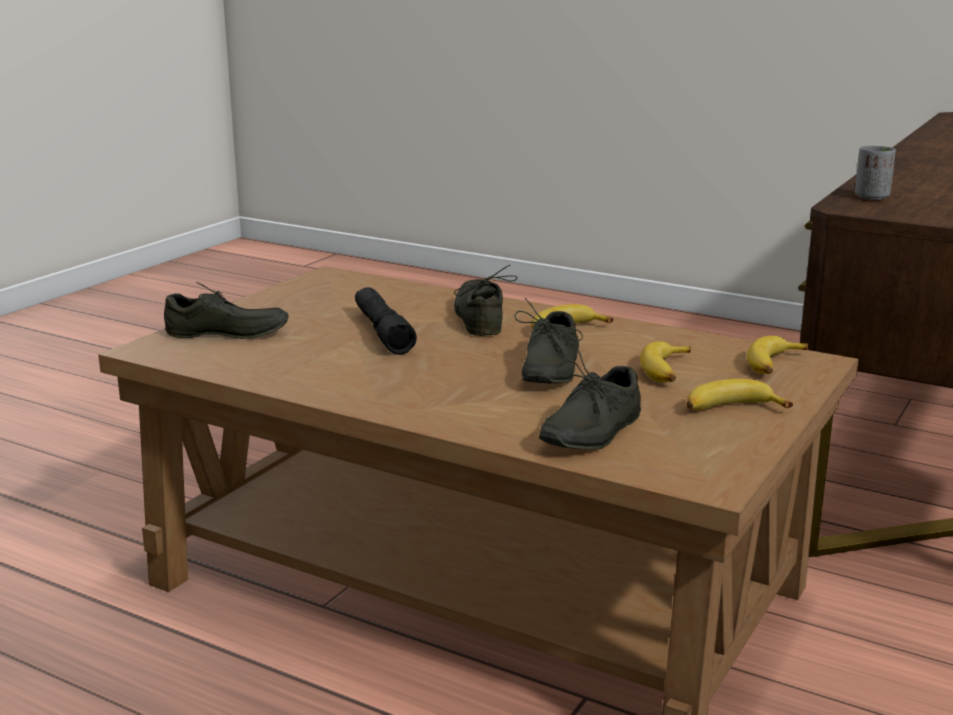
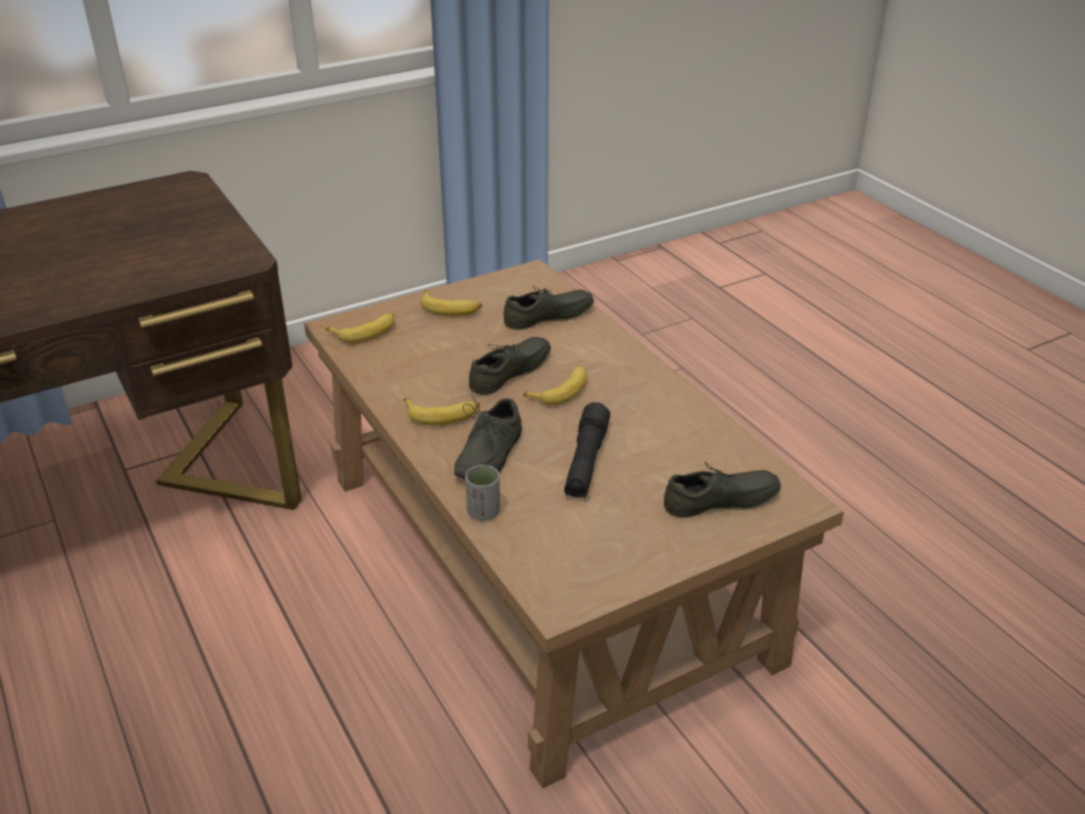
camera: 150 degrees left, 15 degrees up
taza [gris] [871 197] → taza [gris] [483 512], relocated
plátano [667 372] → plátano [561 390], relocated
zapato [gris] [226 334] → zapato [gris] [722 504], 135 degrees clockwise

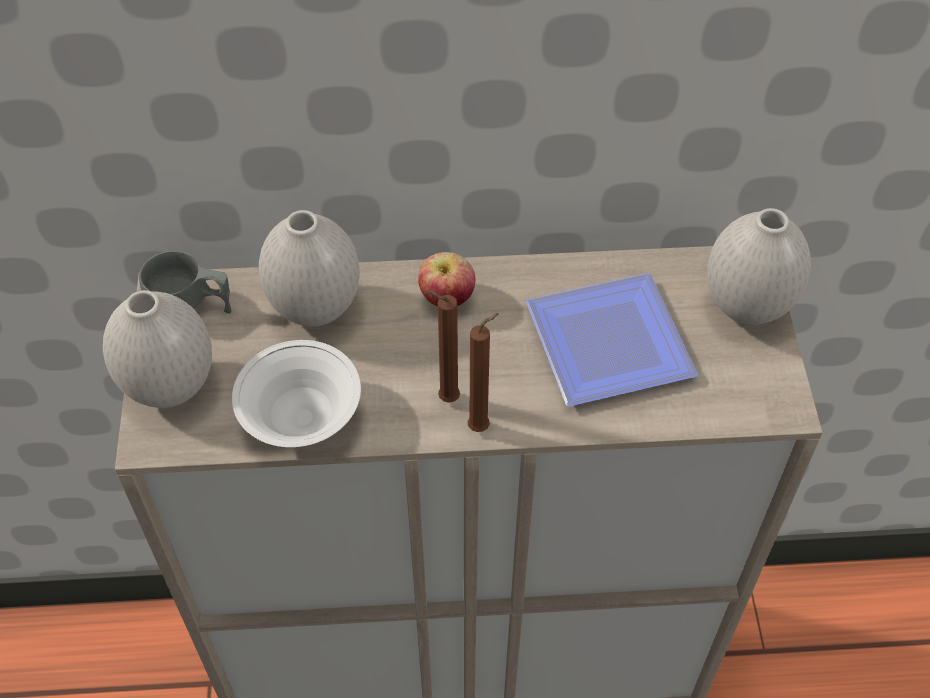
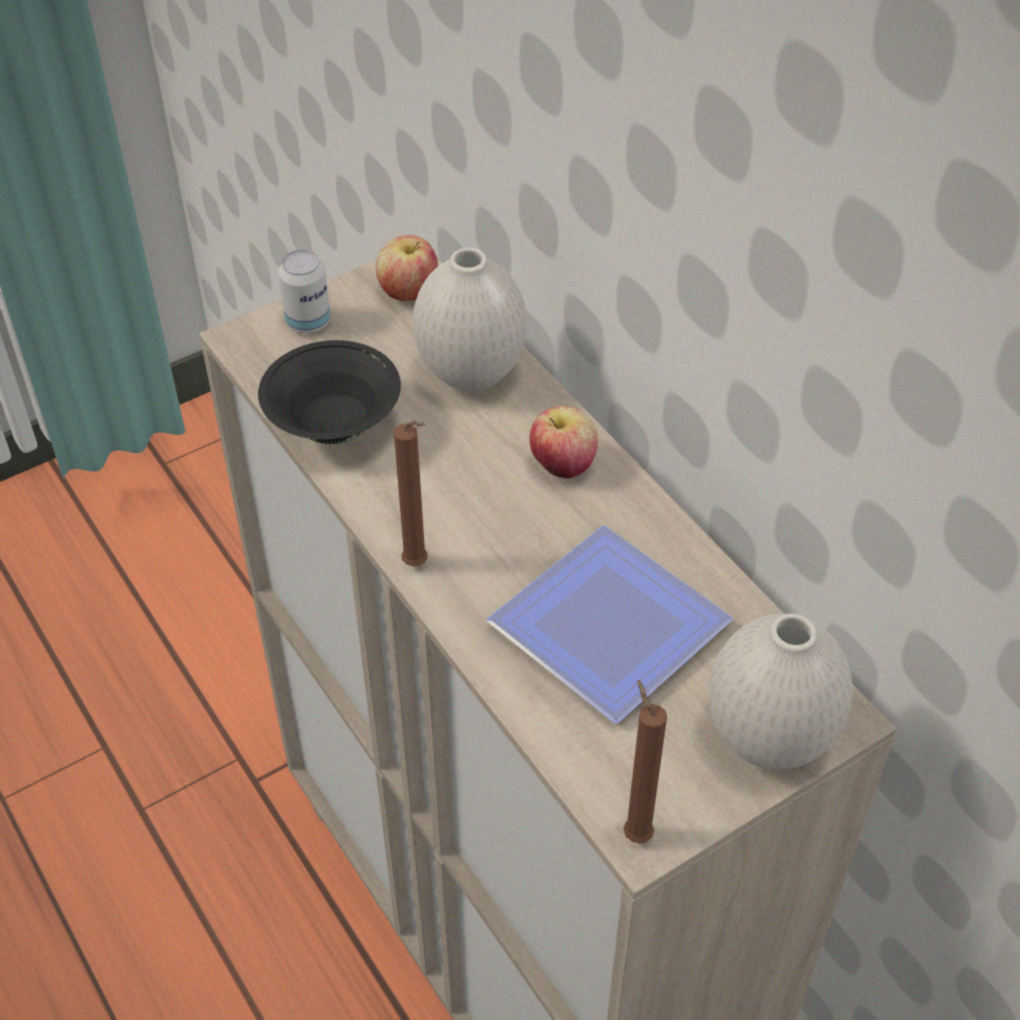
camera: 60 degrees right, 5 degrees down
cuenco [blanco] [302 418] → cuenco [negro] [334 427]
florero [blanco] [169 386] → lata [308 322]
taza [gris] [191 306] → manzana [408 292]
vela [marrón] [445 398] → vela [marrón] [635 832], relocated

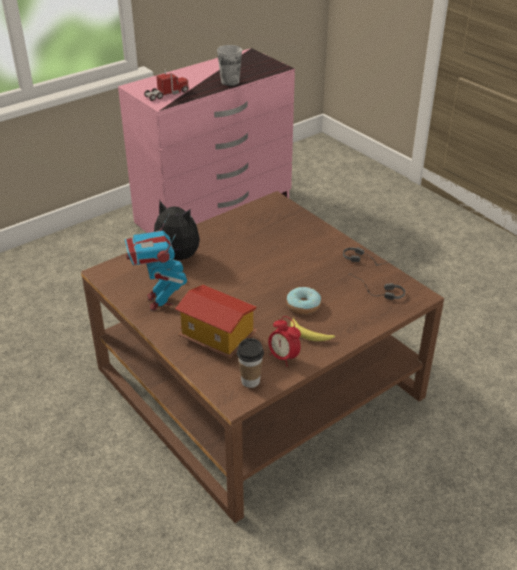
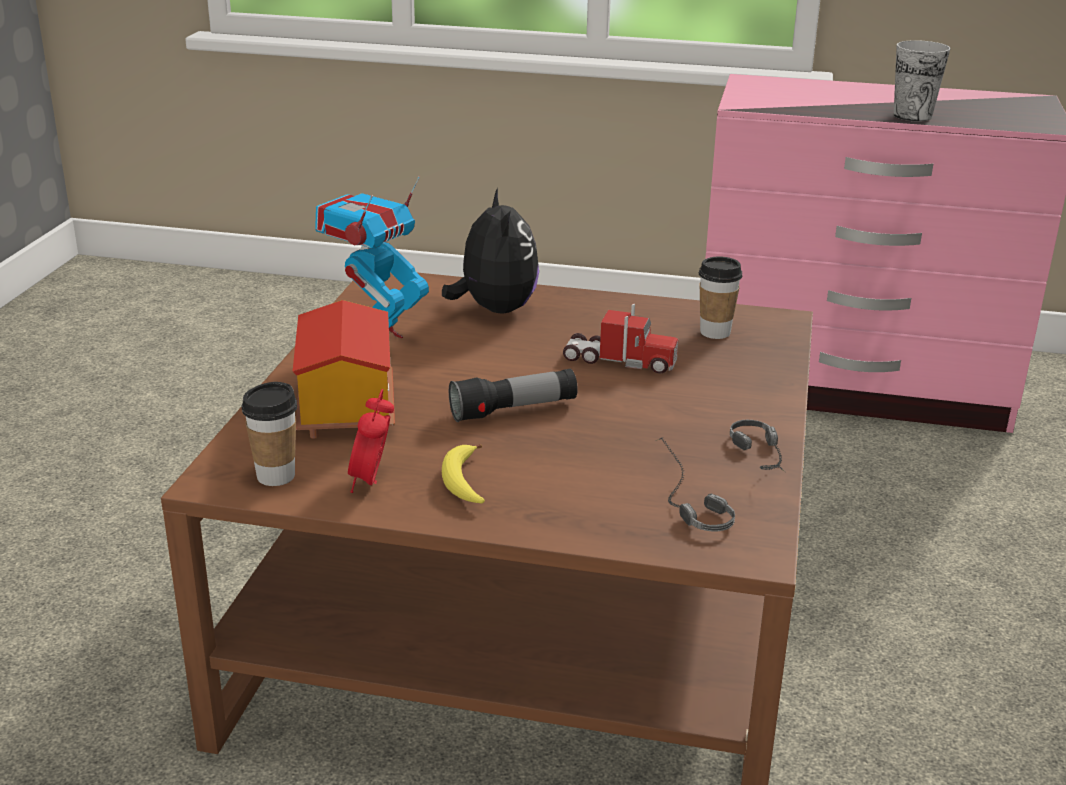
camera: 50 degrees right, 10 degrees down
- → linterna [513 410]
camión de juguete [167 94] → camión de juguete [619 361], relocated
- → taza [715 332]
rosquilla [303 306] → -

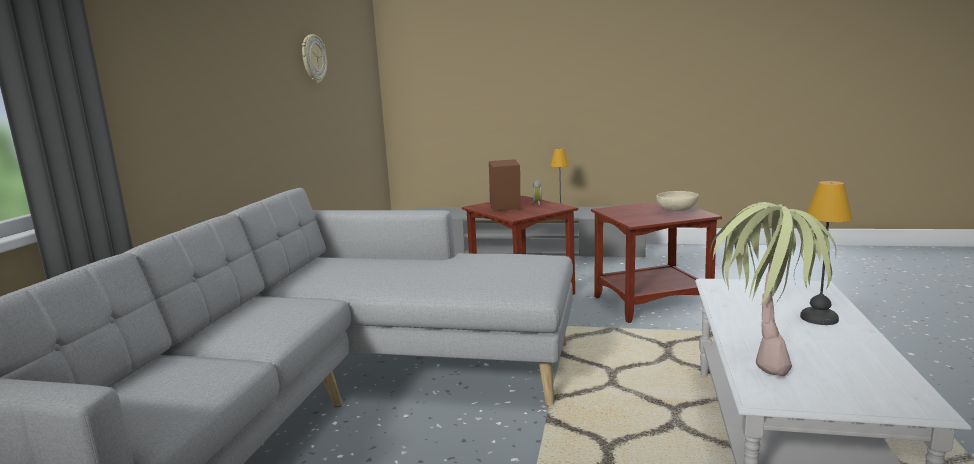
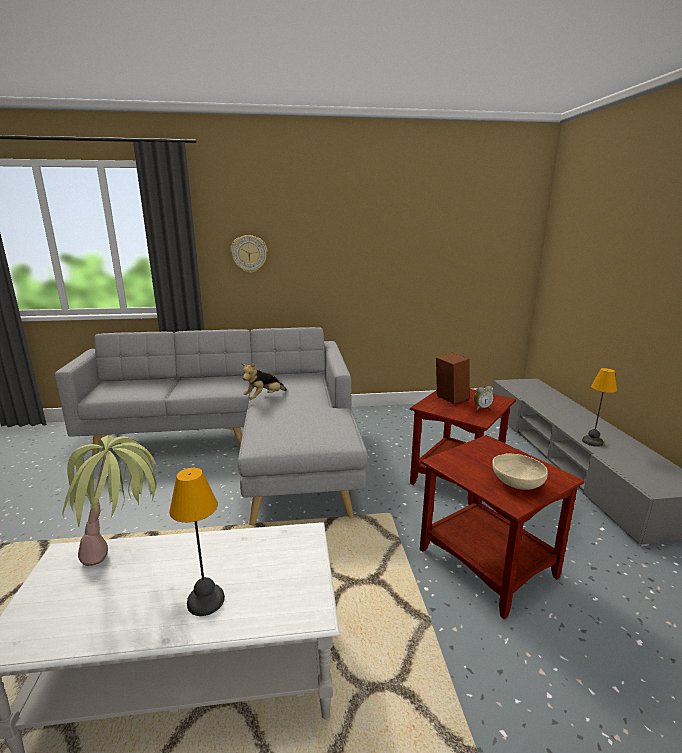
camera: 70 degrees right, 5 degrees up
reloj de pared [313 58] → reloj de pared [249 254], relocated
- → peluche [264 398]

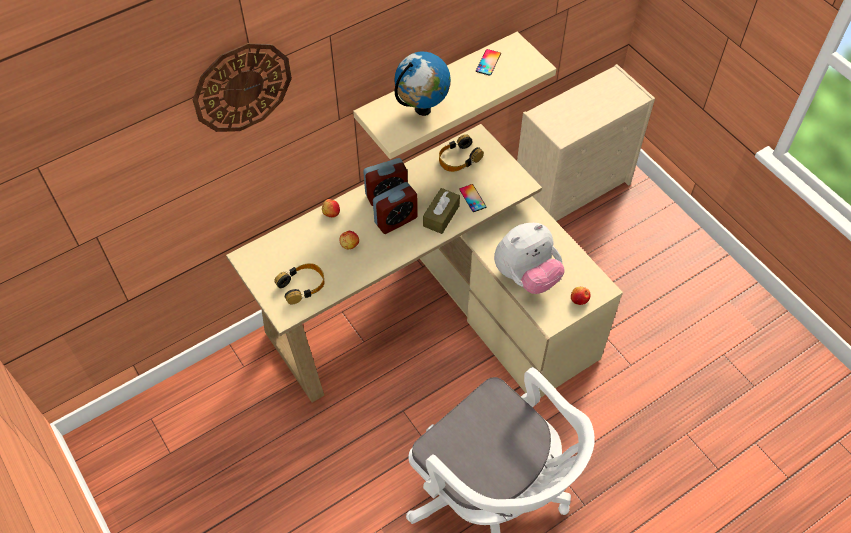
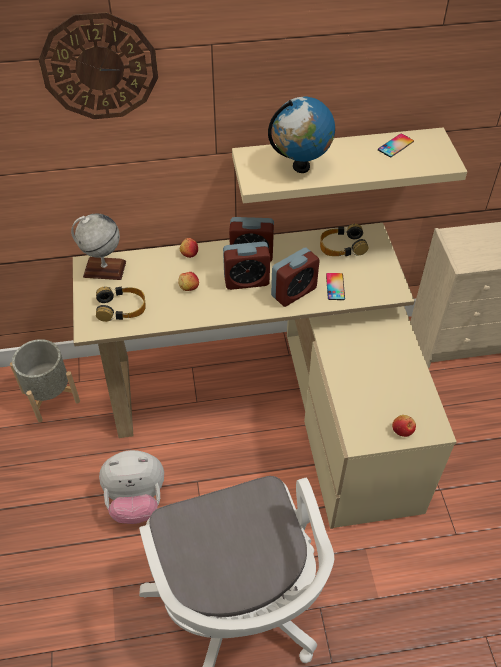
camera: 25 degrees right, 5 degrees down
- → maceta [gris] [50 396]
- → globo terráqueo [104 269]
peluche [526 276] → peluche [136 500], relocated
caja de pañuelos [marrón] [441 216] → despertador [293 292]

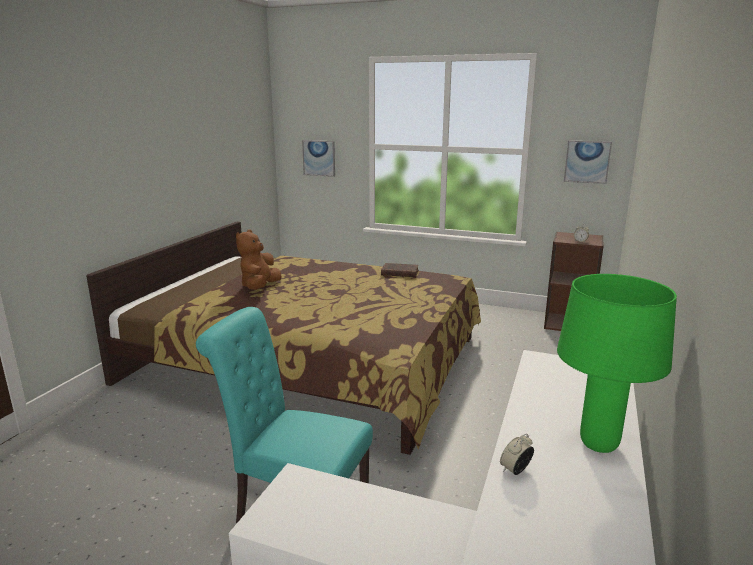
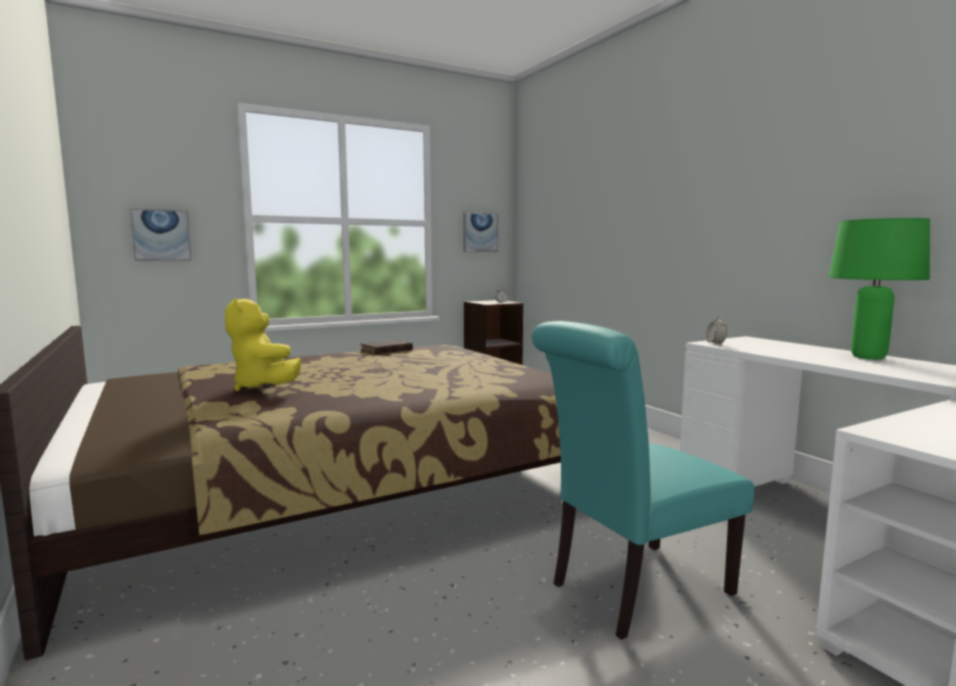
camera: 50 degrees left, 10 degrees down
peluche [marrón] [259 287] → peluche [amarillo] [264 387]
despertador [515 470] → despertador [715 343], relocated

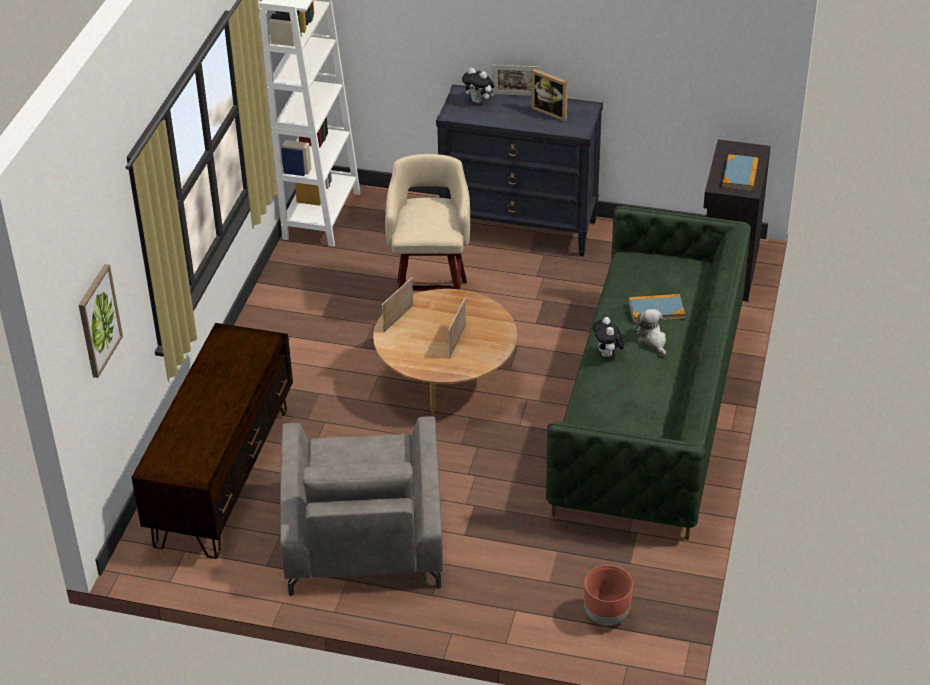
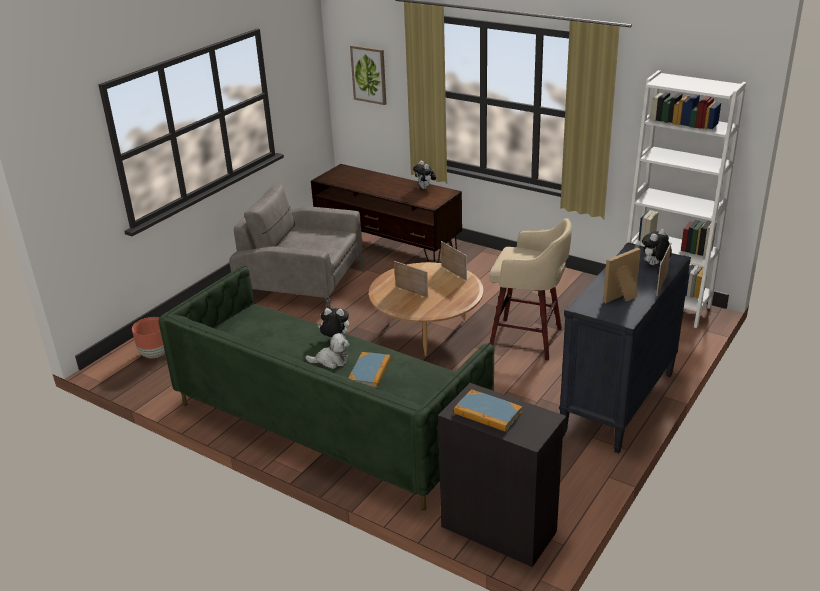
camera: 110 degrees right, 10 degrees down
- → peluche [425 188]

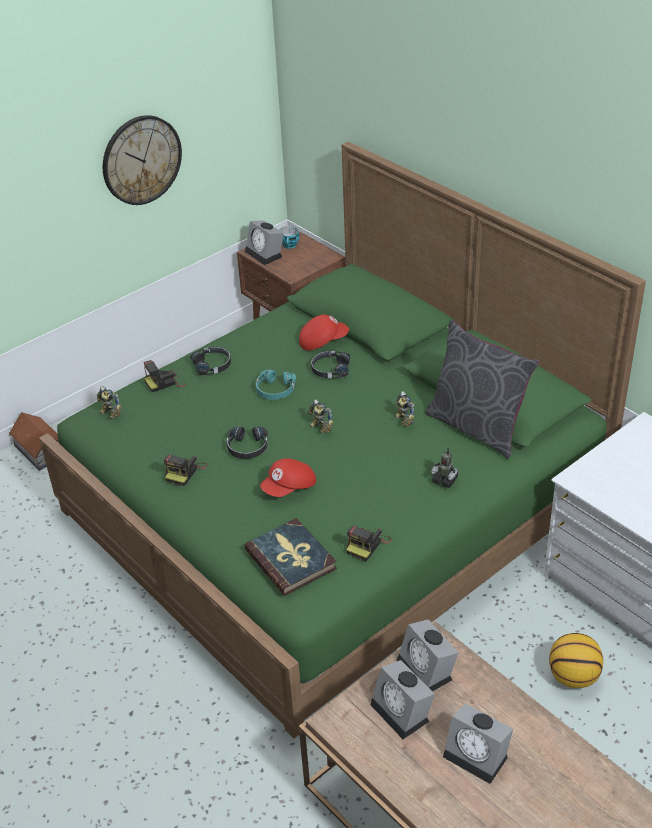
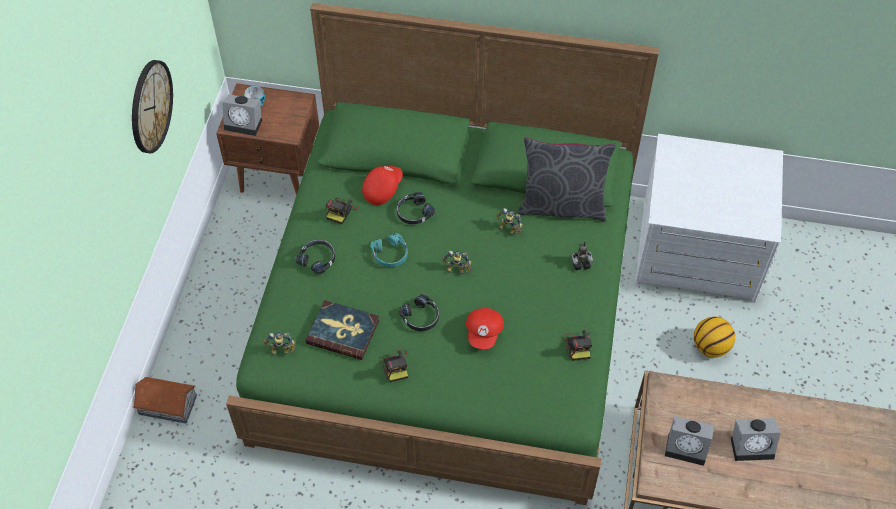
camera: 40 degrees left, 15 degrees up
libro [291 559] → libro [343 331], relocated
cámara [165 382] → cámara [342 211], relocated
despertador [427 670] → -

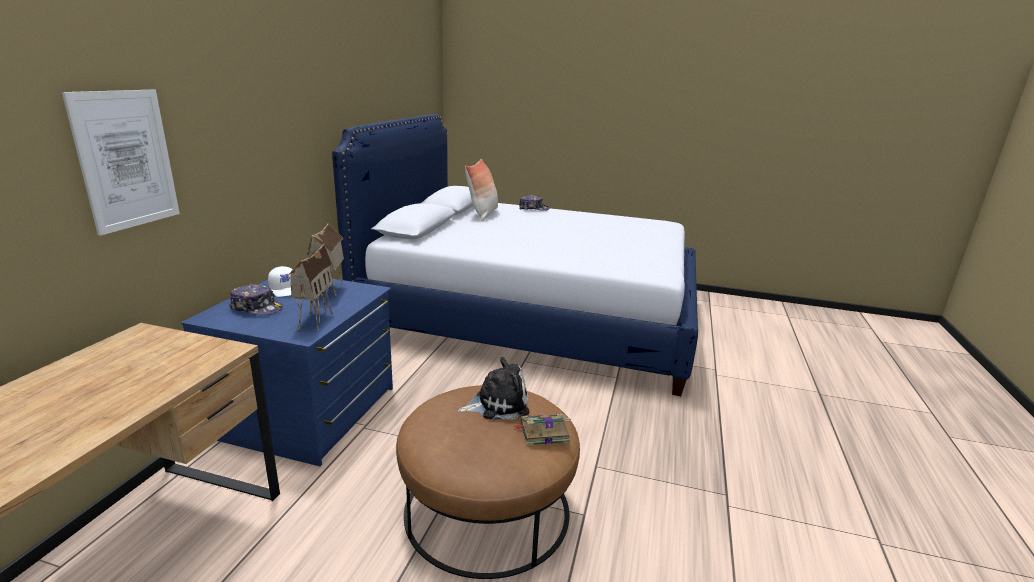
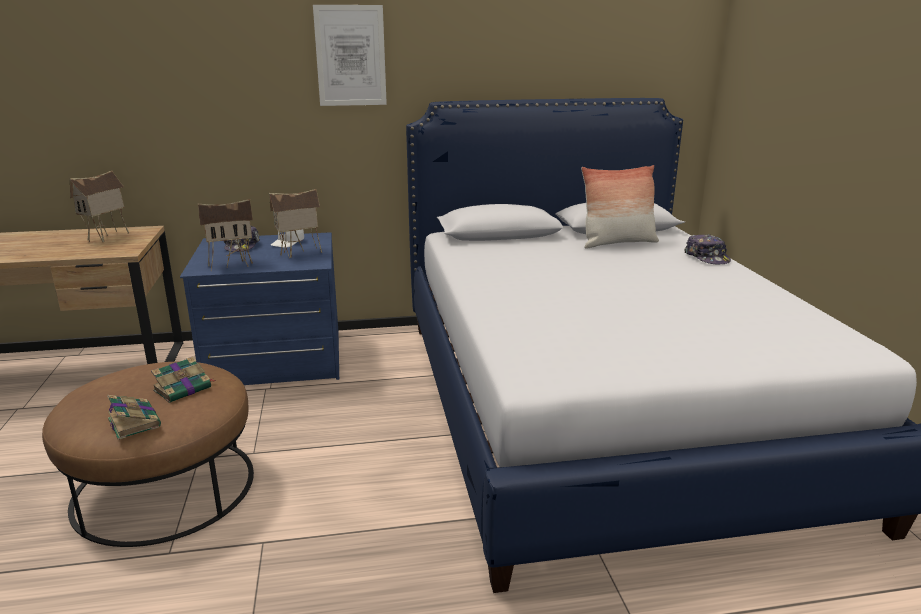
camera: 65 degrees right, 0 degrees up
- → casita [107 238]
peluche [498 404] → libro [184 389]
cuadro [126 160] → cuadro [350 56], relocated

